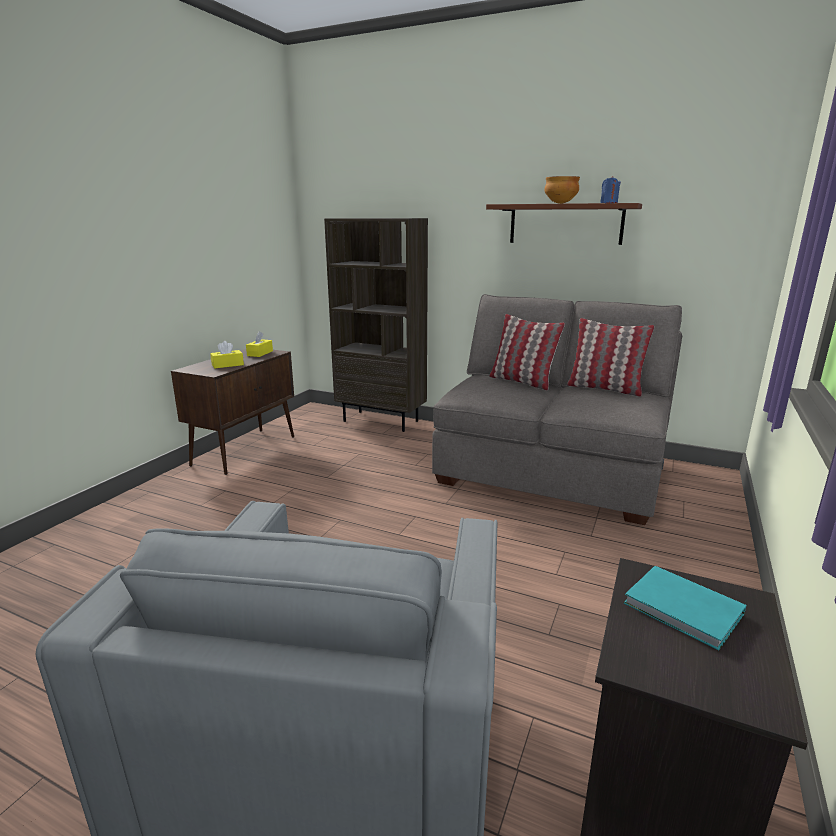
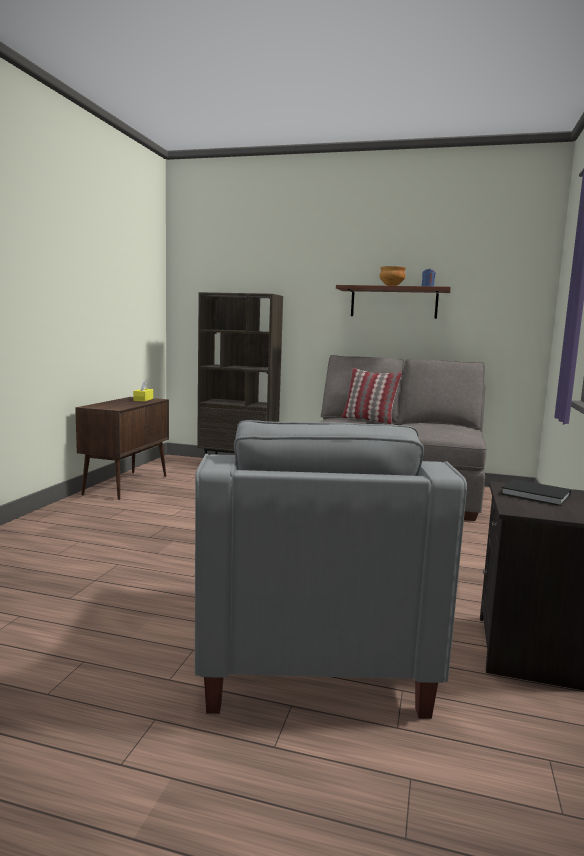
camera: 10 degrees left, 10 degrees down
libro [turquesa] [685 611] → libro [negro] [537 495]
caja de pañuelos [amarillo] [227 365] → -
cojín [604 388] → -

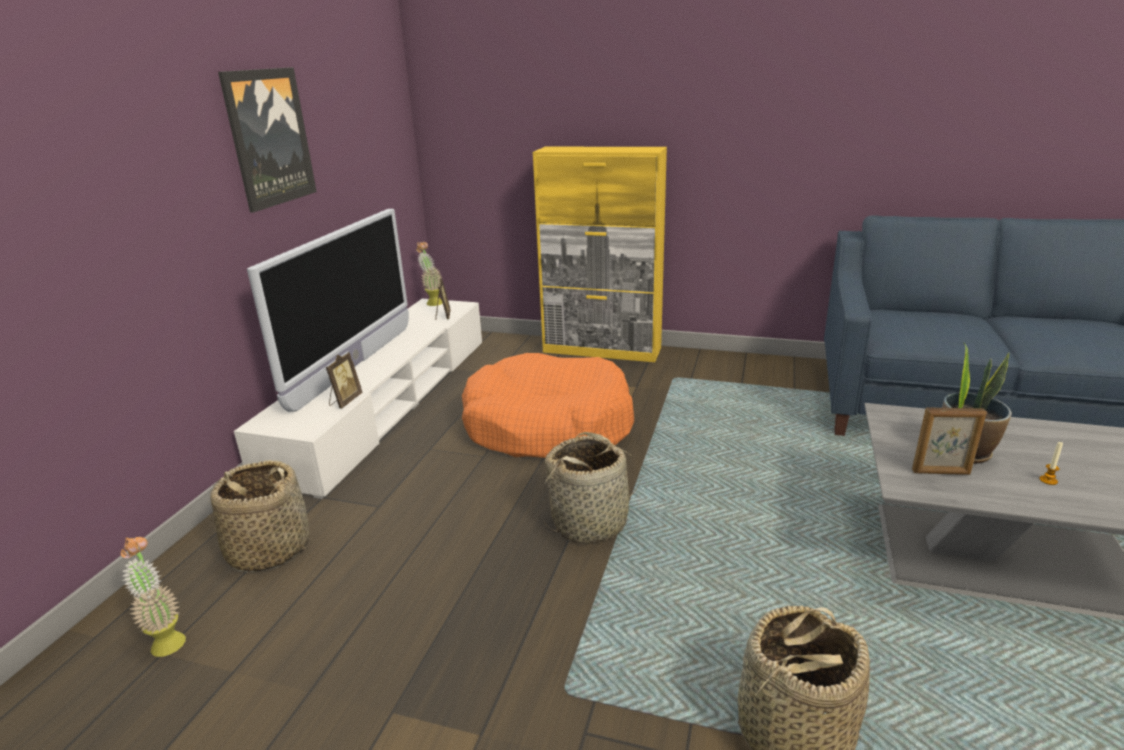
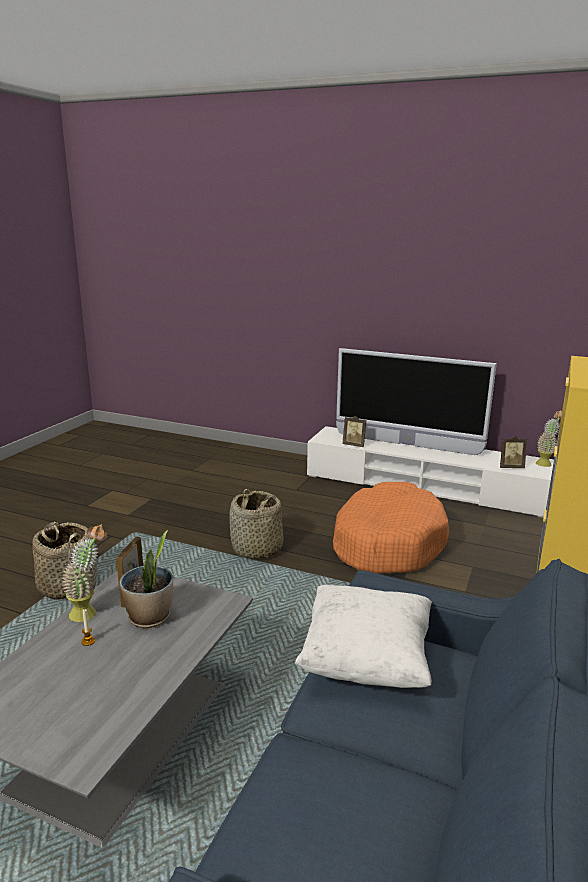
camera: 95 degrees right, 5 degrees down
planta en maceta [166 639] → planta en maceta [89 612], relocated
- → cojín [blanco] [366 661]
cesta [268 549] → -
cuadro [269 138] → -

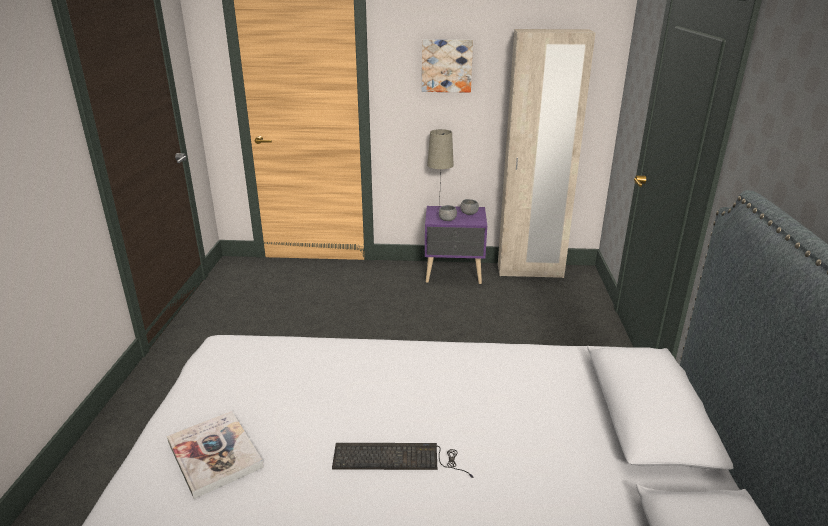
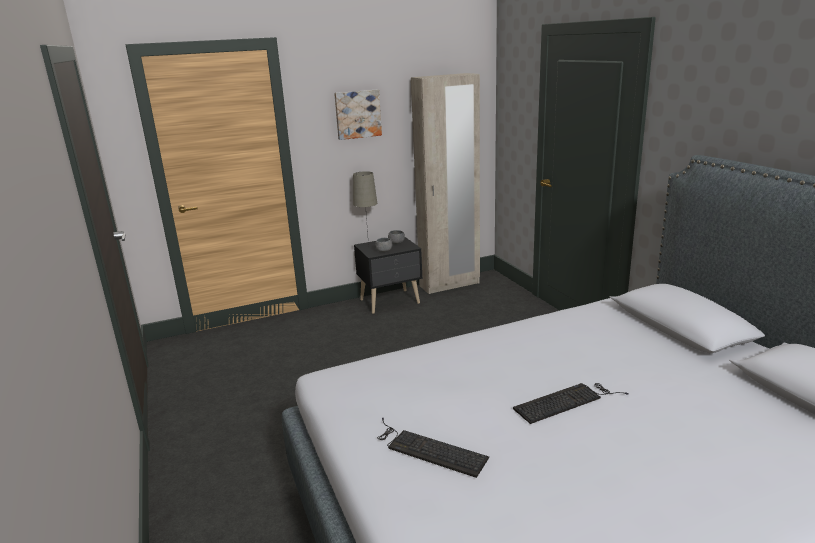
camera: 25 degrees left, 5 degrees down
mesita de noche [morado] [454 274] → mesita de noche [negro] [391 302]
libro [214 454] → teclado [427 448]

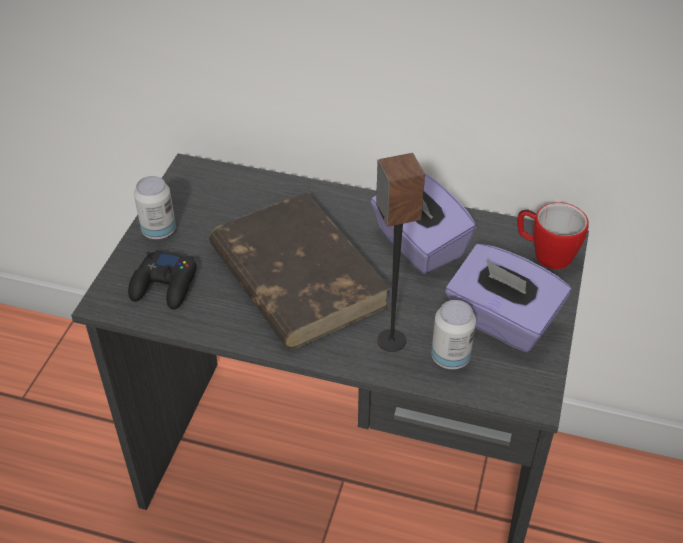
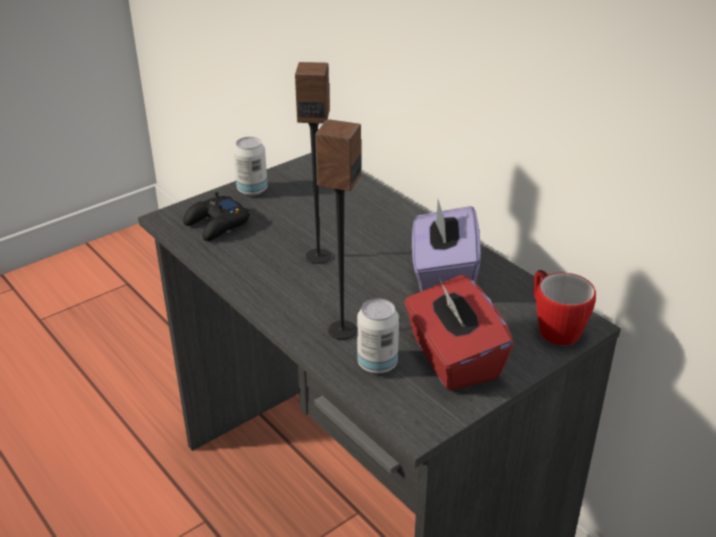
camera: 35 degrees right, 10 degrees down
libro [marrón] [296 275] → altavoz [318 256]
caja de pañuelos [morado] [501 321] → caja de pañuelos [rojo] [453 358]

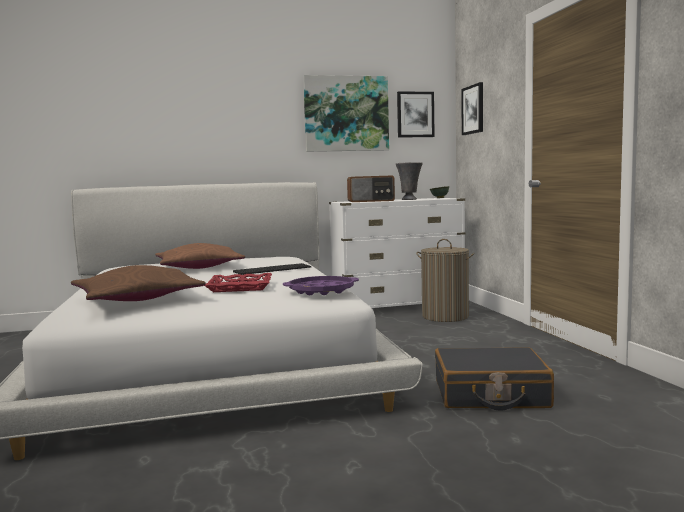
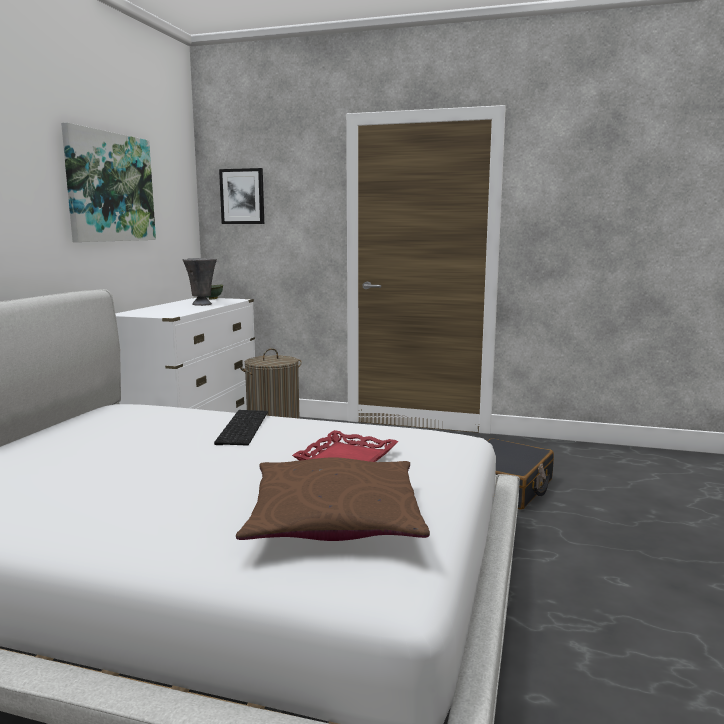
camera: 60 degrees left, 5 degrees up
cojín [marrón] [199 268] → -
bandeja [morado] [321 291] → -
radio [371 201] → -
cuadro [415 114] → -

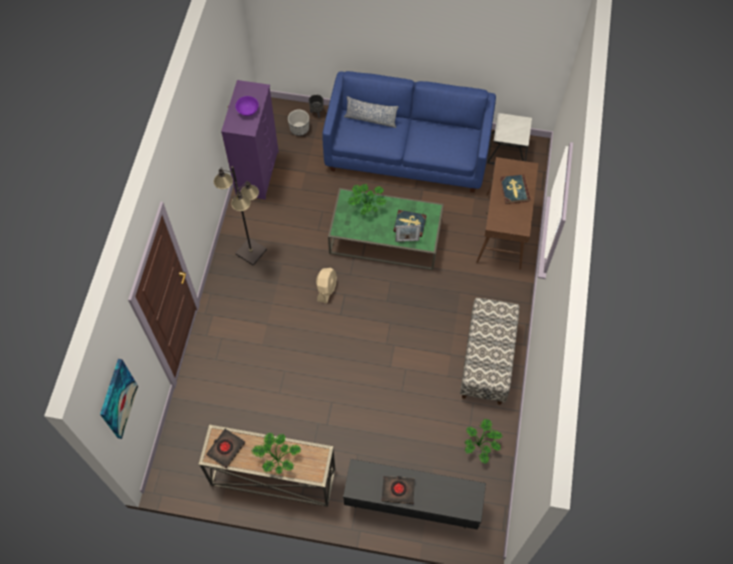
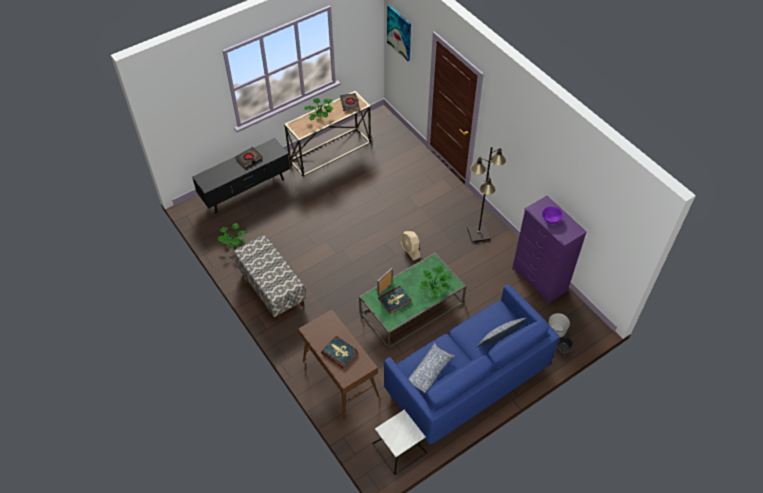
camera: 135 degrees right, 10 degrees down
- → cojín [430 371]

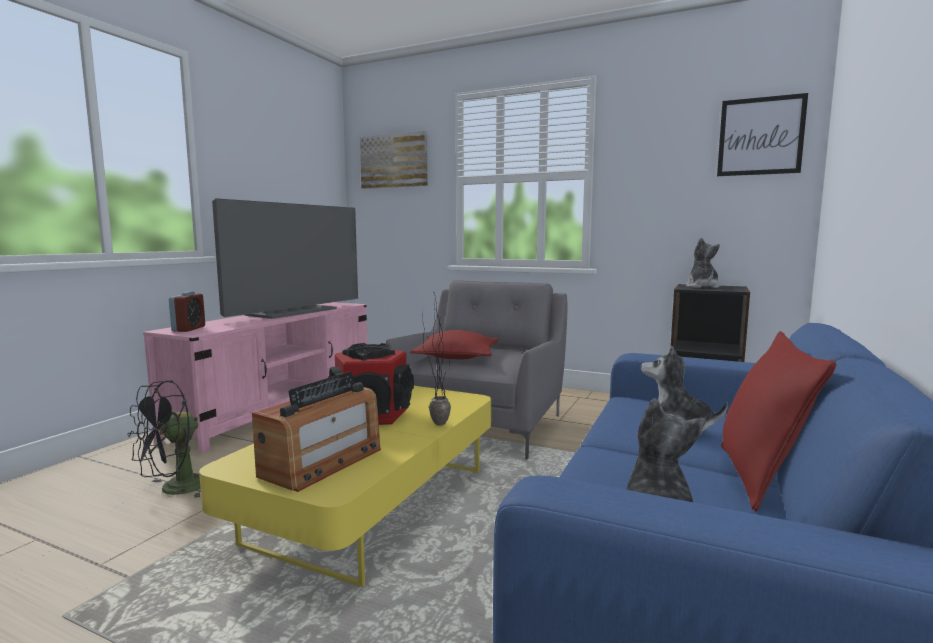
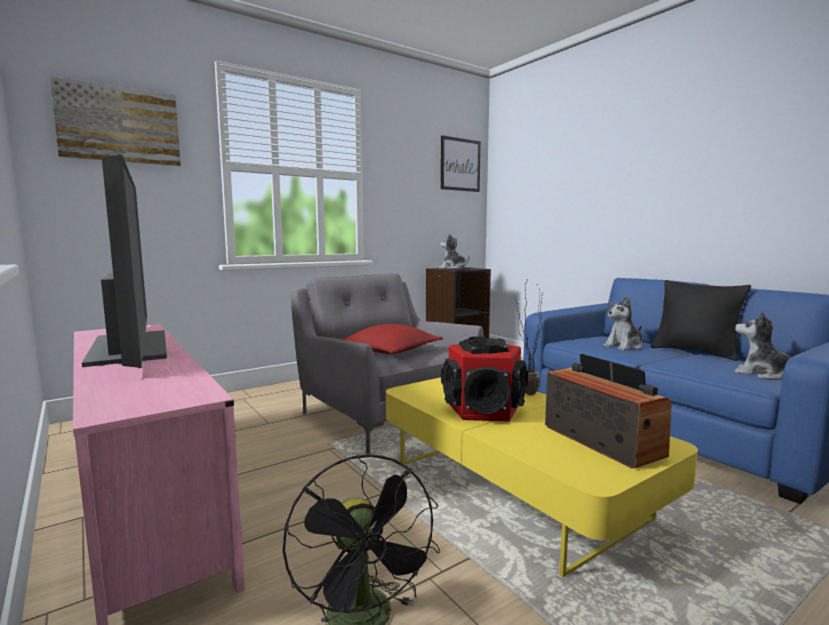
camera: 60 degrees left, 0 degrees up
cojín [rojo] [759 477] → cojín [negro] [695 352]
despertador [189 329] → -

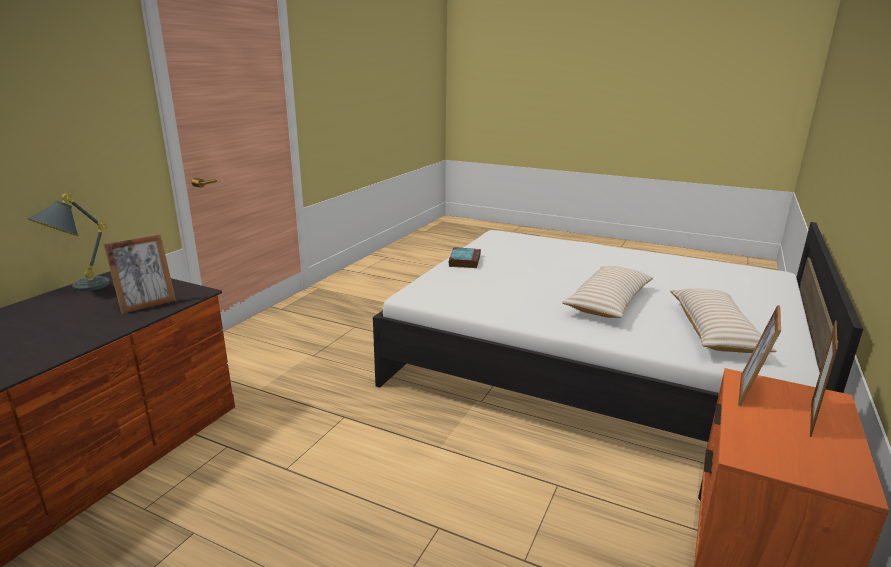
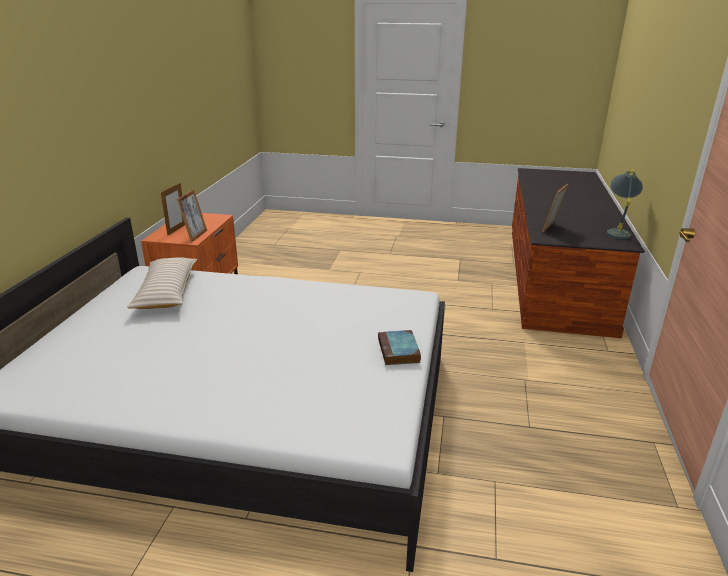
camera: 165 degrees right, 5 degrees up
cojín [beis] [608 302] → -

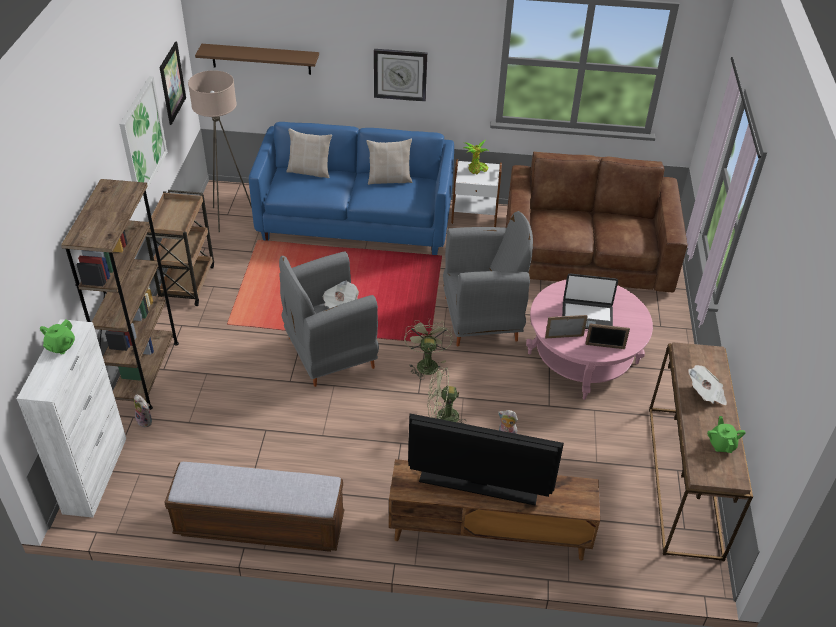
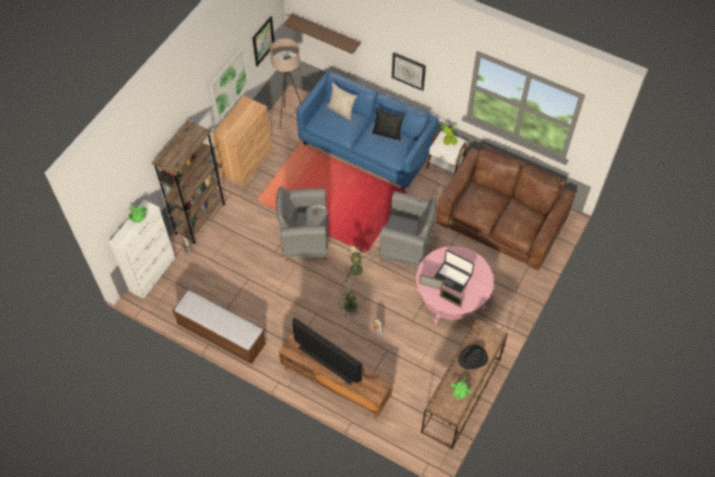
camera: 25 degrees right, 15 degrees up
carrito [marrón] [187 282] → armario [marrón] [246 162]
cojín [beis] [389 179] → cojín [negro] [387 133]
periódico [705 394] → sombrero [negro] [473 358]

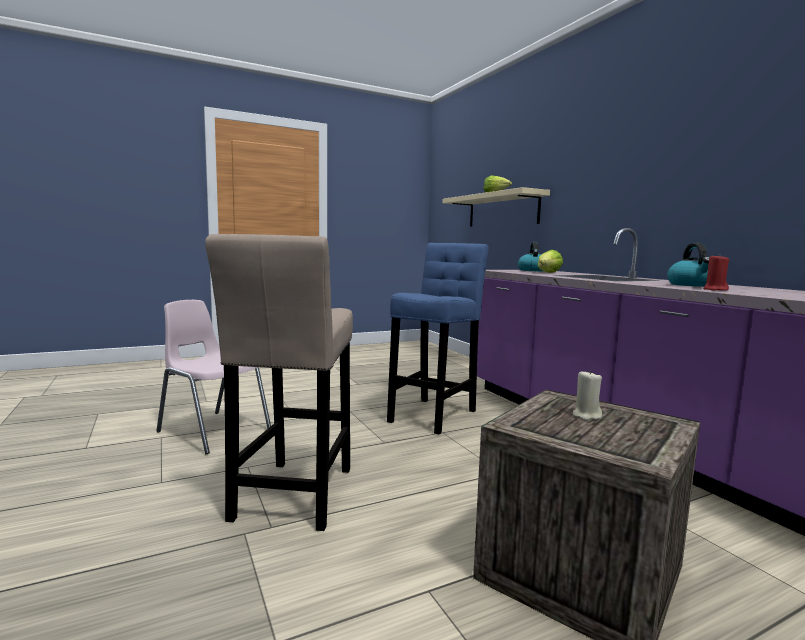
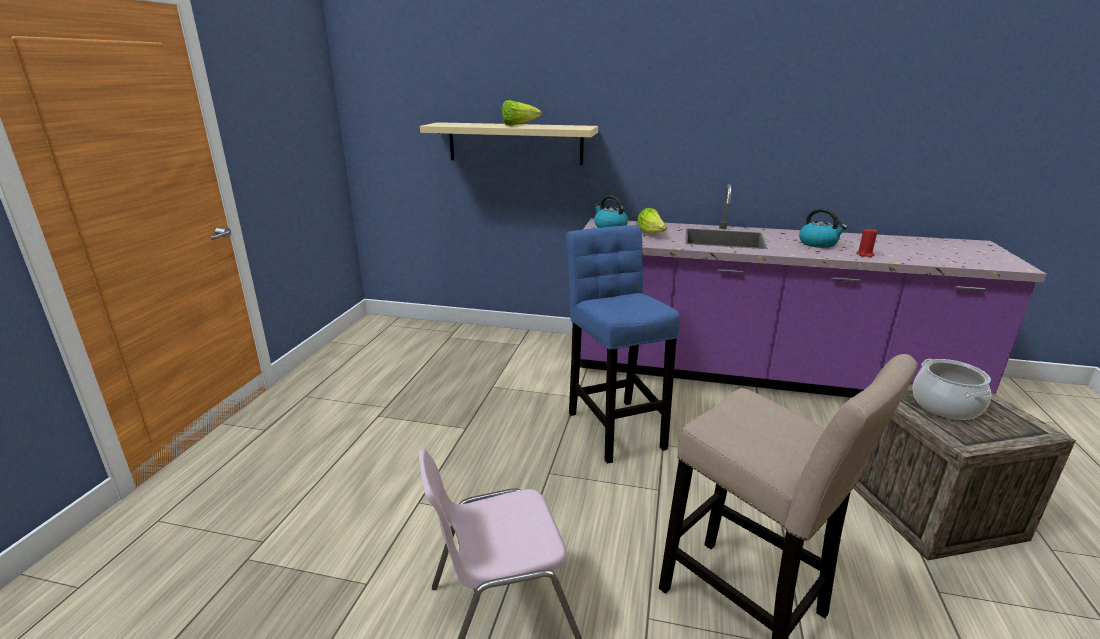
camera: 50 degrees left, 15 degrees up
vela [beis] [586 415] → olla [945 406]

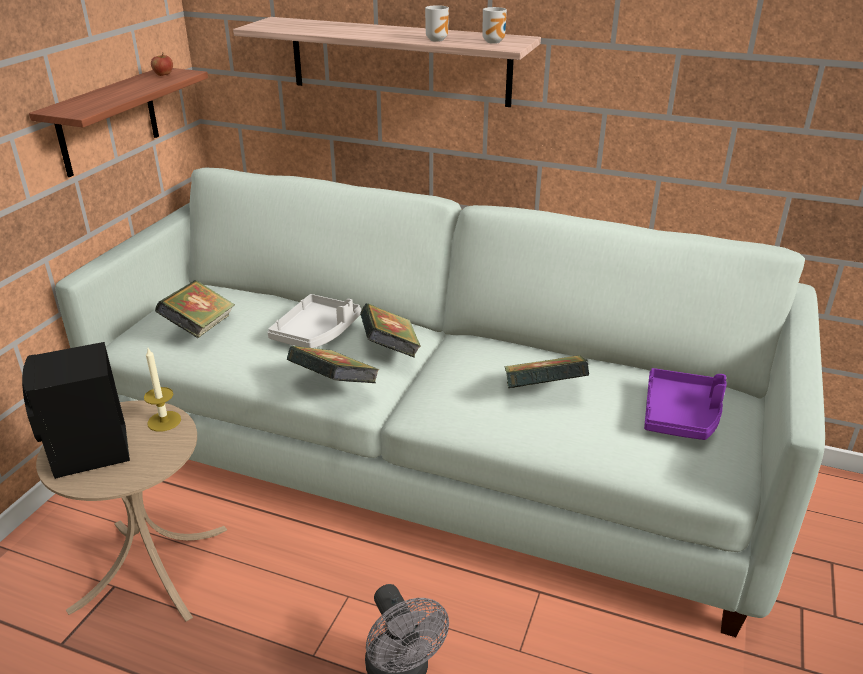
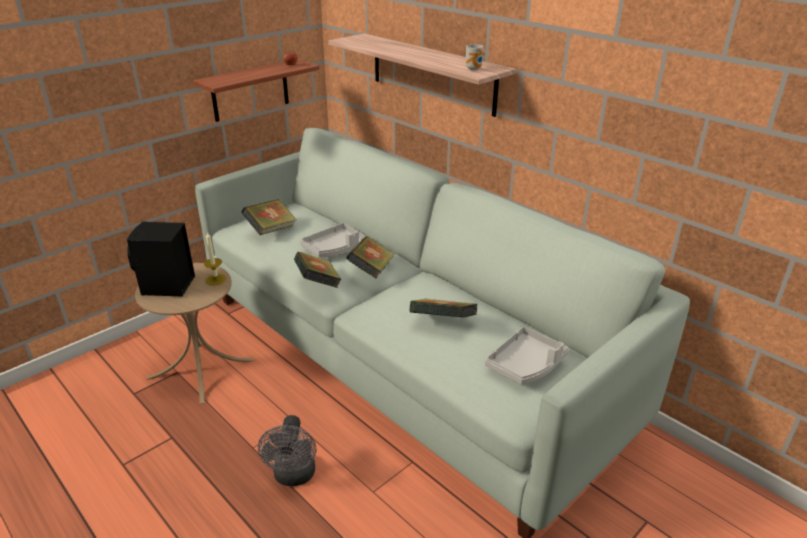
camera: 25 degrees right, 0 degrees up
bandeja [morado] [681 415] → bandeja [gris] [526 365]
taza grande [437 40] → -

